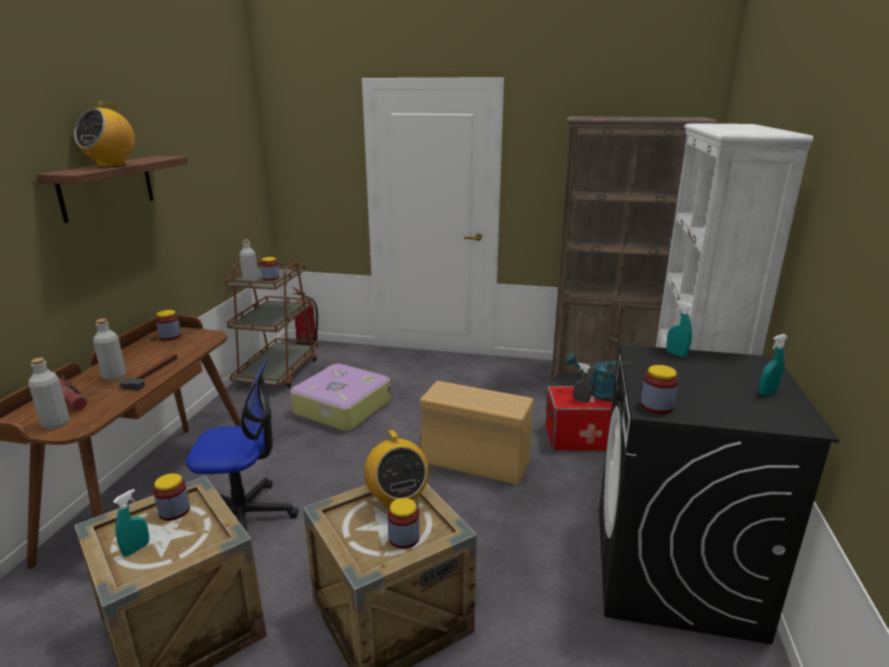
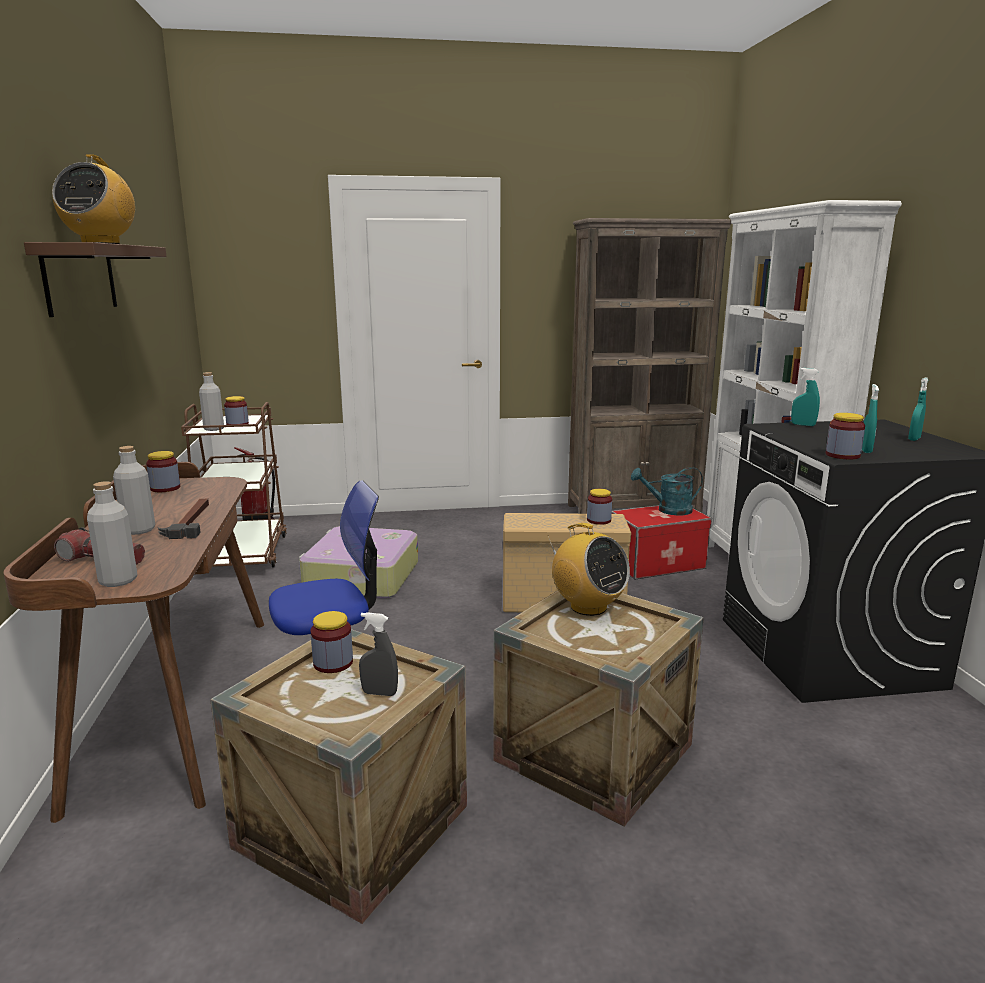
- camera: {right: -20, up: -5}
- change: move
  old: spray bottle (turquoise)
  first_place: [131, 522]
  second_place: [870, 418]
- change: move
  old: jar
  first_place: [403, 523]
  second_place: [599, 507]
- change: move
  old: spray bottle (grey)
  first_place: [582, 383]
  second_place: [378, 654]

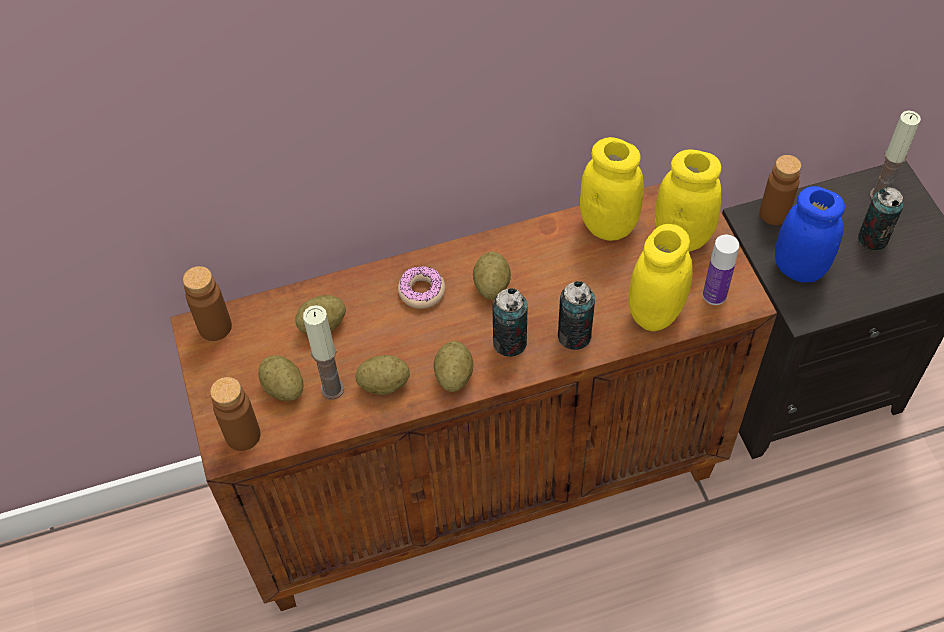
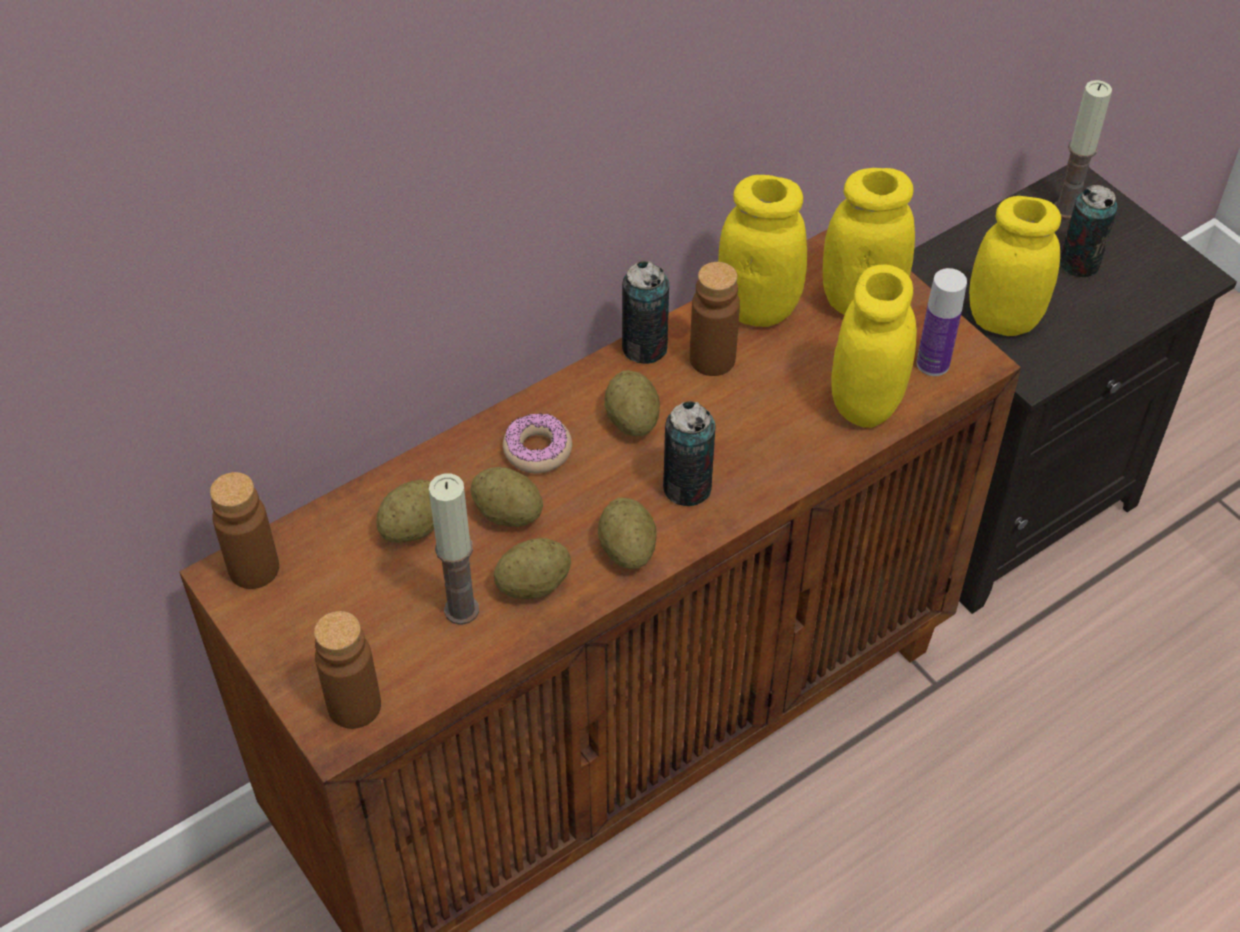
- camera: {right: -20, up: -5}
- change: move
  old: potato
  first_place: [280, 378]
  second_place: [507, 497]
- change: move
  old: can
  first_place: [576, 315]
  second_place: [645, 312]
- change: move
  old: bottle (brown)
  first_place: [780, 190]
  second_place: [715, 319]
- change: recolor
  old: jar (blue)
  new: jar (yellow)
  first_place: [810, 234]
  second_place: [1015, 266]

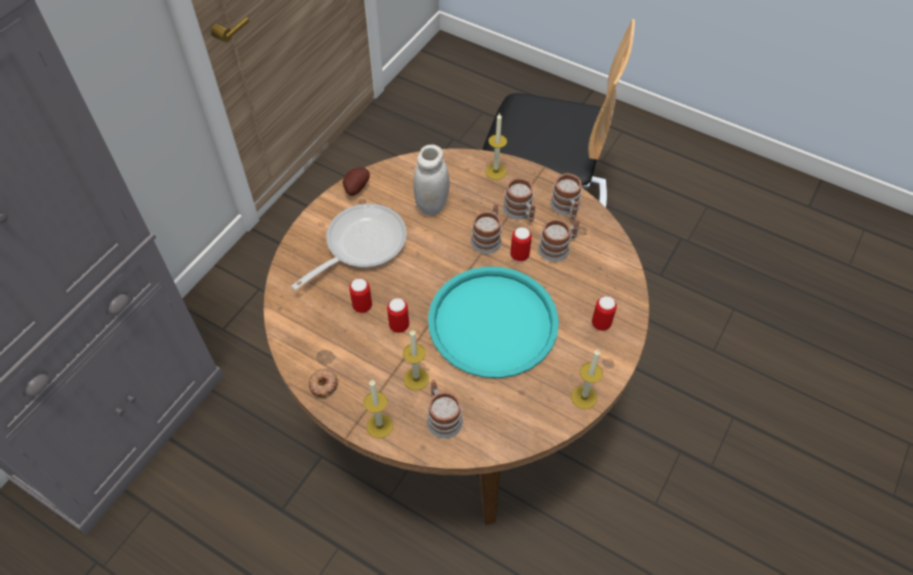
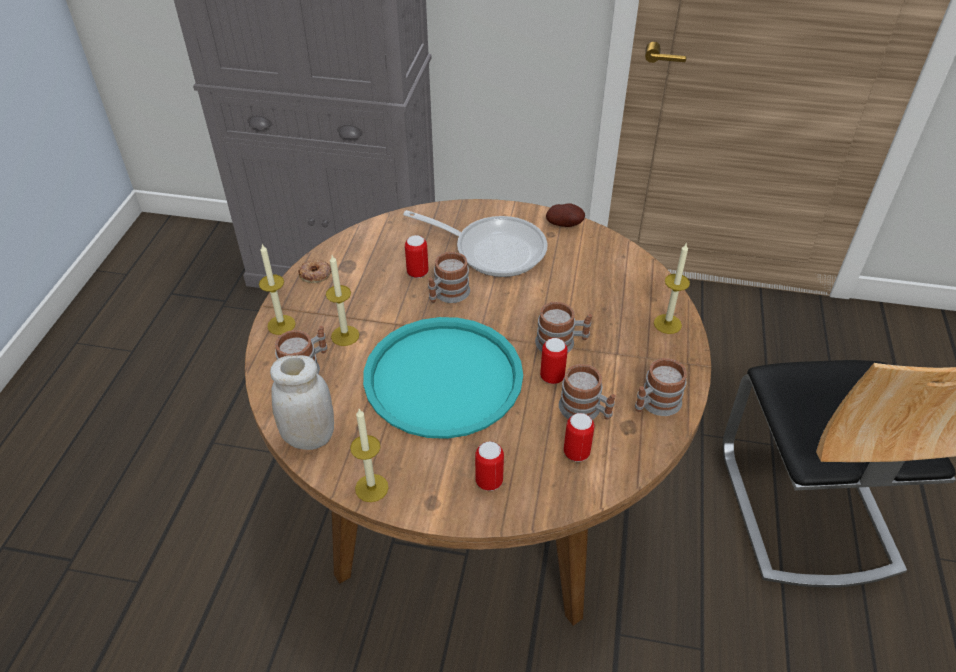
- camera: {right: 70, up: -10}
- change: move
  old: can
  first_place: [398, 315]
  second_place: [579, 437]
- change: move
  old: jar (white)
  first_place: [431, 180]
  second_place: [302, 402]
- change: move
  old: mug
  first_place: [519, 200]
  second_place: [449, 277]

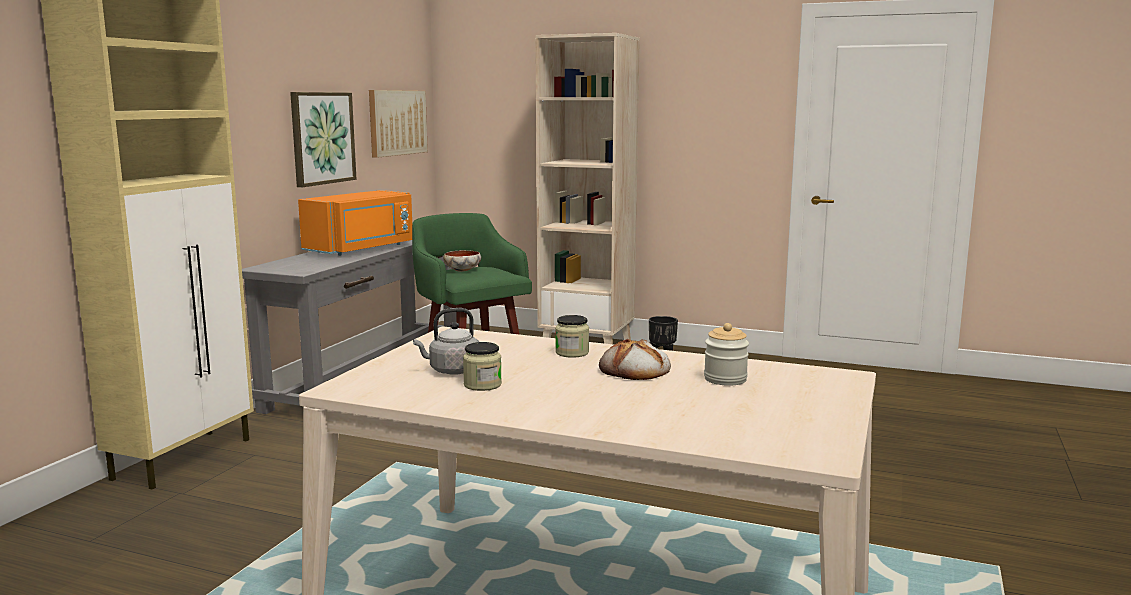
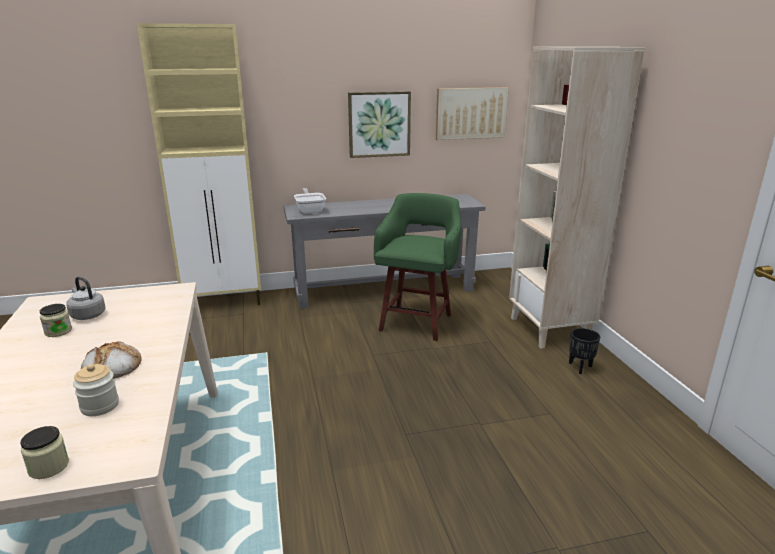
- camera: {right: 55, up: 10}
- change: delete
  old: microwave (orange)
  first_place: [355, 223]
- change: delete
  old: bowl
  first_place: [462, 261]
- change: insert
  new: frying pan
  second_place: [310, 201]
- change: move
  old: jar
  first_place: [572, 336]
  second_place: [44, 452]

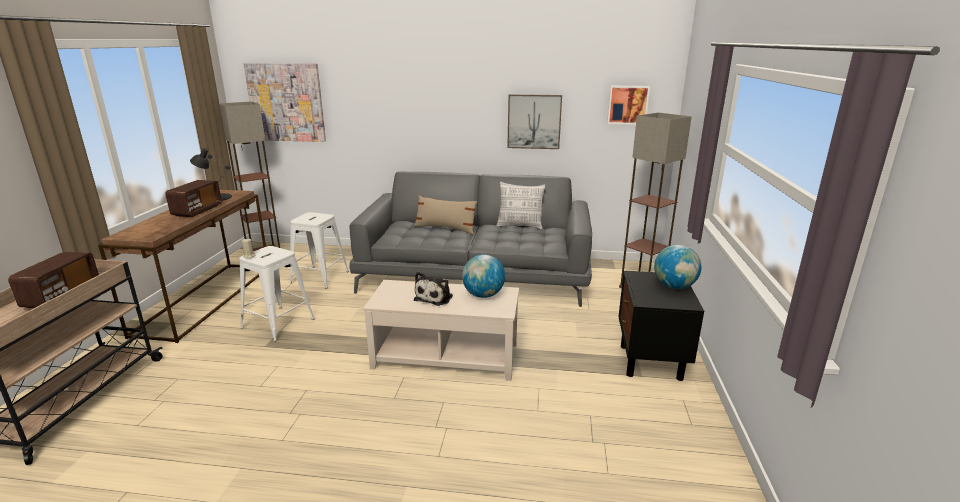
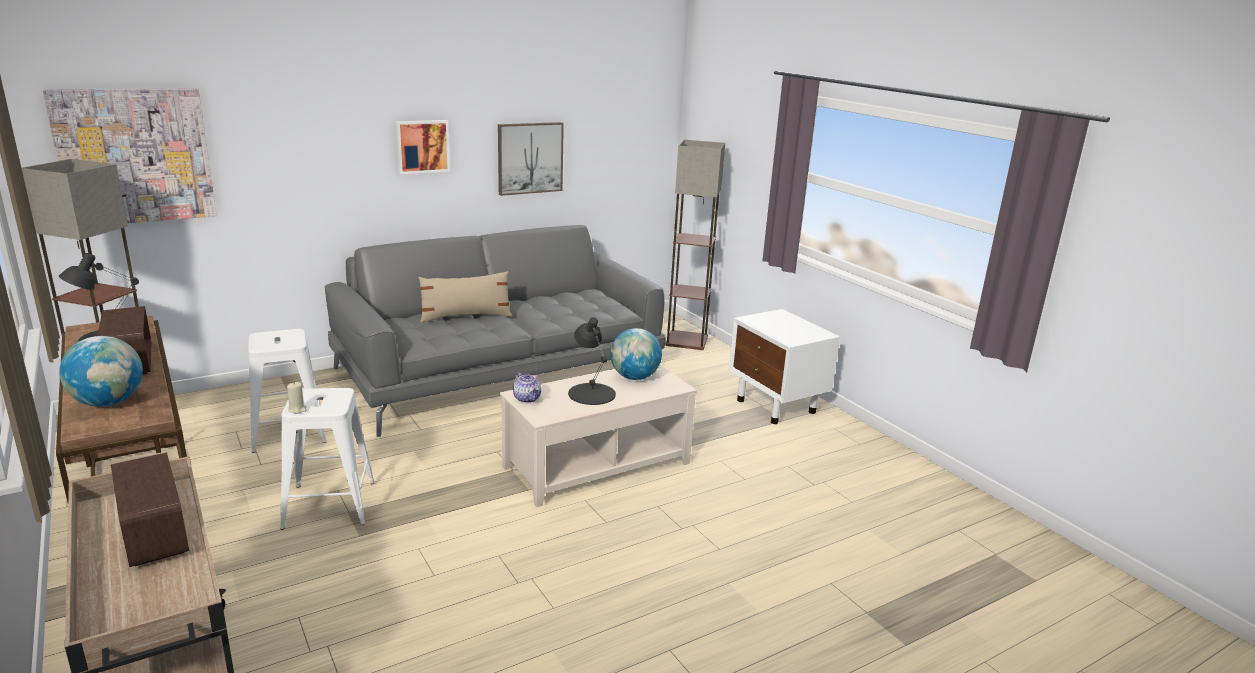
- camera: {right: -40, up: 0}
- change: delete
  old: pillow
  first_place: [521, 206]
- change: insert
  new: teapot
  second_place: [527, 387]
- change: move
  old: picture
  first_place: [628, 105]
  second_place: [423, 147]
- change: move
  old: globe
  first_place: [678, 267]
  second_place: [101, 371]
- change: replace
  old: plush toy
  new: table lamp (black)
  first_place: [433, 289]
  second_place: [592, 361]
- change: recolor
  old: nightstand (black)
  new: nightstand (white)
  first_place: [661, 326]
  second_place: [784, 366]

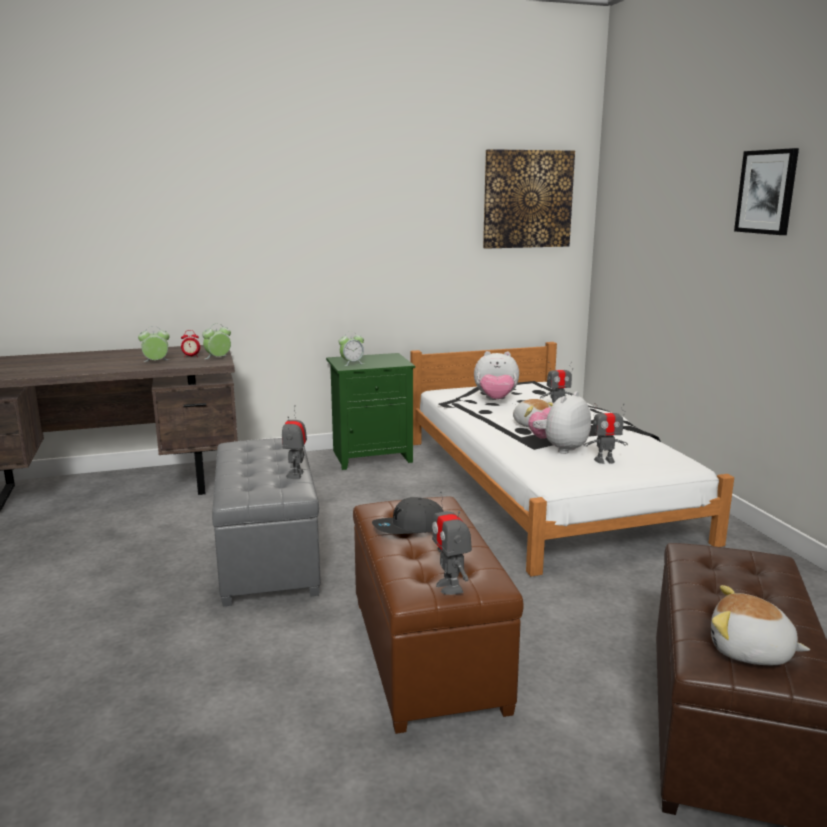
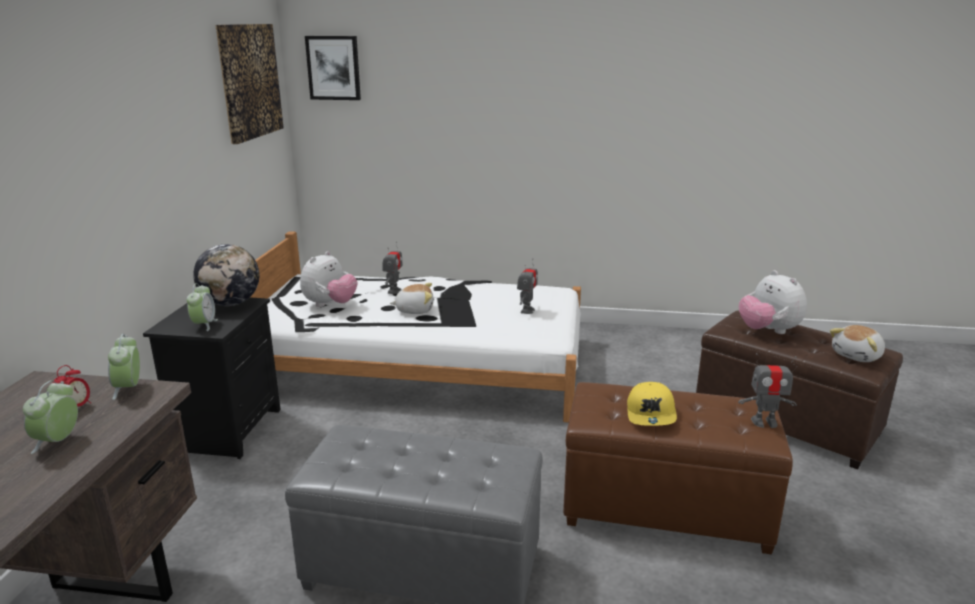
- camera: {right: -65, up: 5}
- change: delete
  old: toy robot
  first_place: [294, 442]
- change: insert
  new: globe
  second_place: [226, 275]
- change: move
  old: plush toy
  first_place: [559, 422]
  second_place: [773, 302]
- change: move
  old: picture
  first_place: [766, 191]
  second_place: [333, 68]
- change: recolor
  old: nightstand (green)
  new: nightstand (black)
  first_place: [370, 411]
  second_place: [212, 378]
- change: recolor
  old: cap (grey)
  new: cap (yellow)
  first_place: [408, 515]
  second_place: [652, 404]

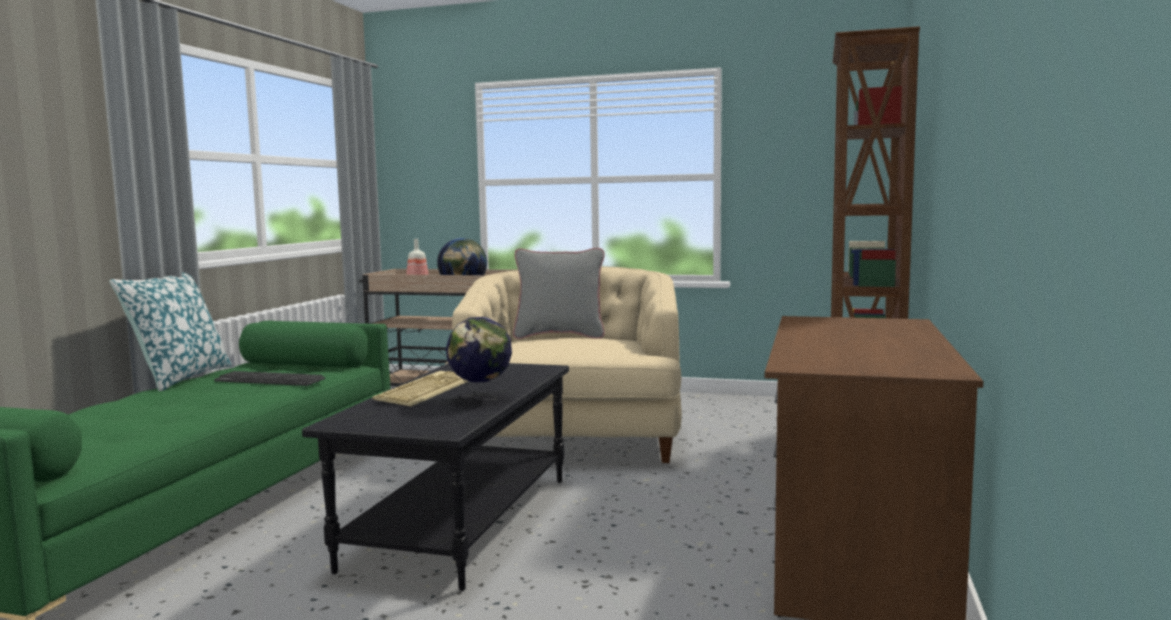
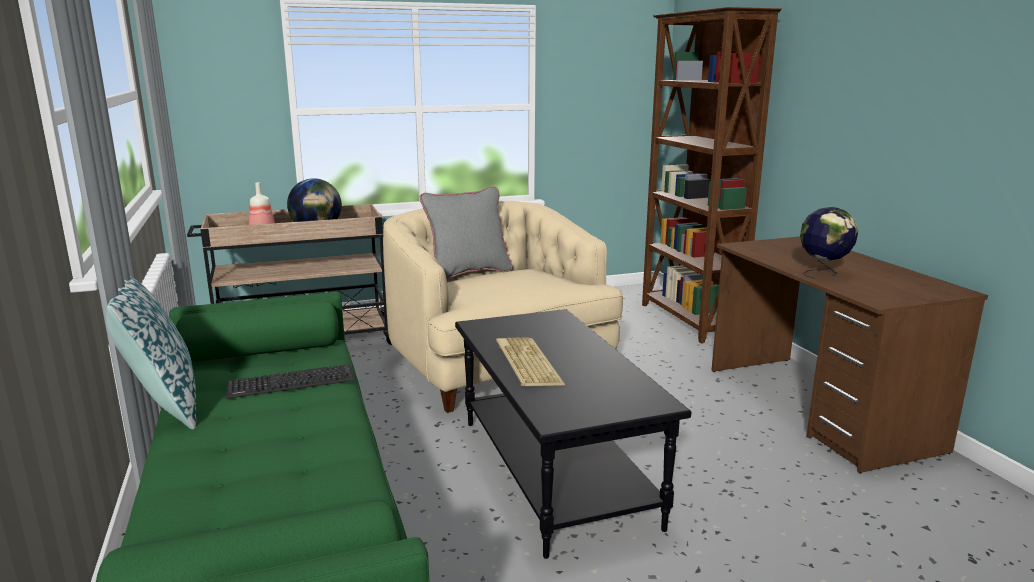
- camera: {right: -35, up: 10}
- change: move
  old: globe
  first_place: [479, 359]
  second_place: [829, 243]

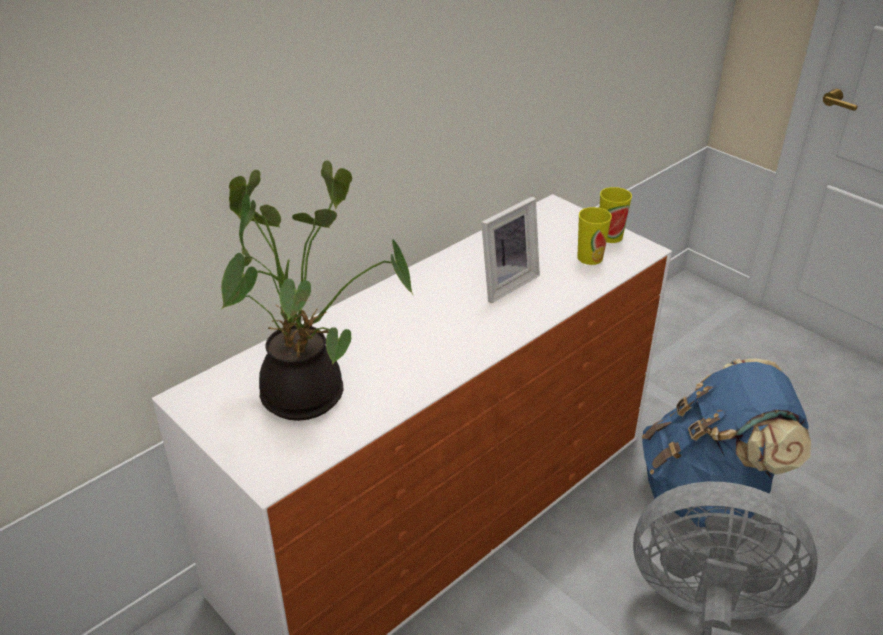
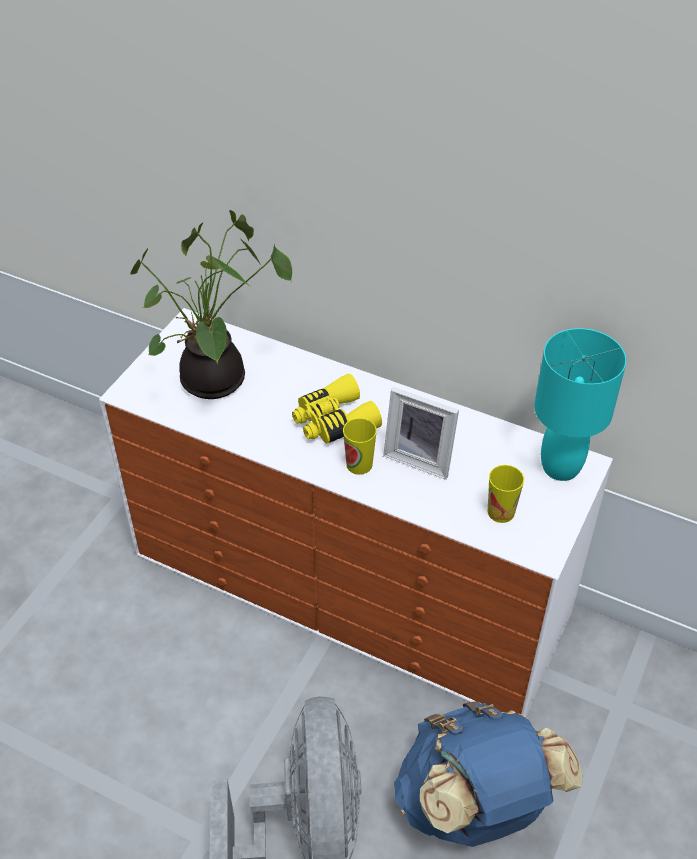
- camera: {right: 70, up: 10}
- change: insert
  new: binoculars (yellow)
  second_place: [337, 409]
- change: insert
  new: table lamp (turquoise)
  second_place: [580, 404]
- change: move
  old: cup
  first_place: [616, 215]
  second_place: [360, 446]

